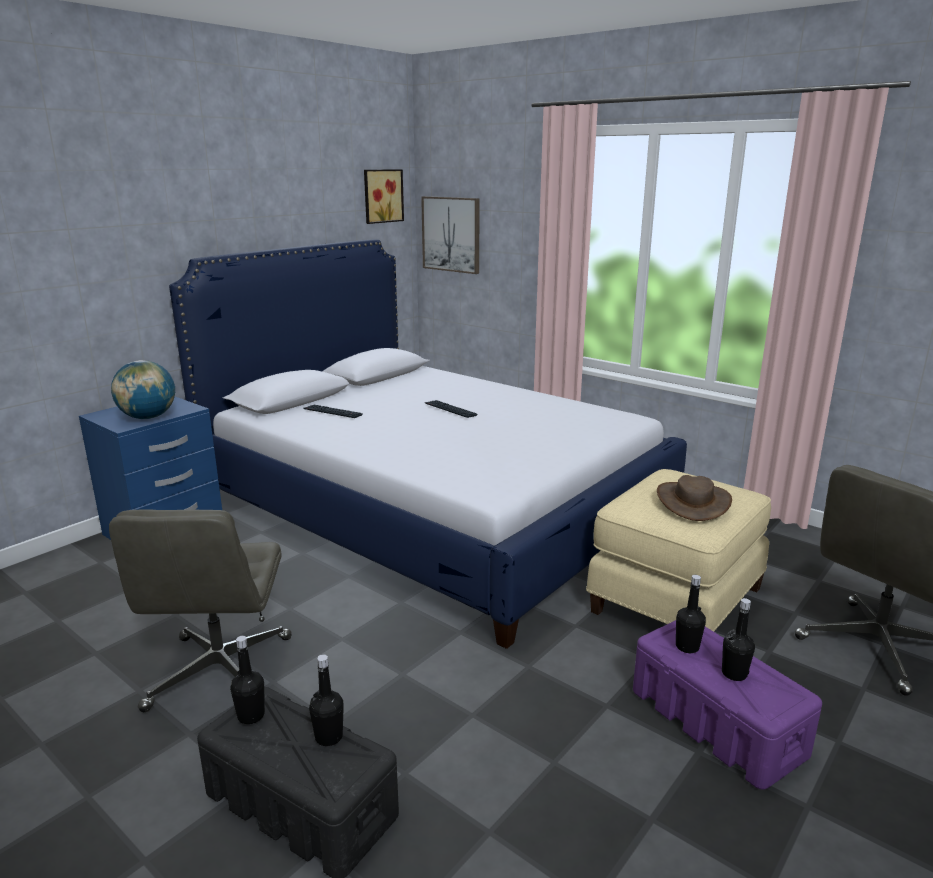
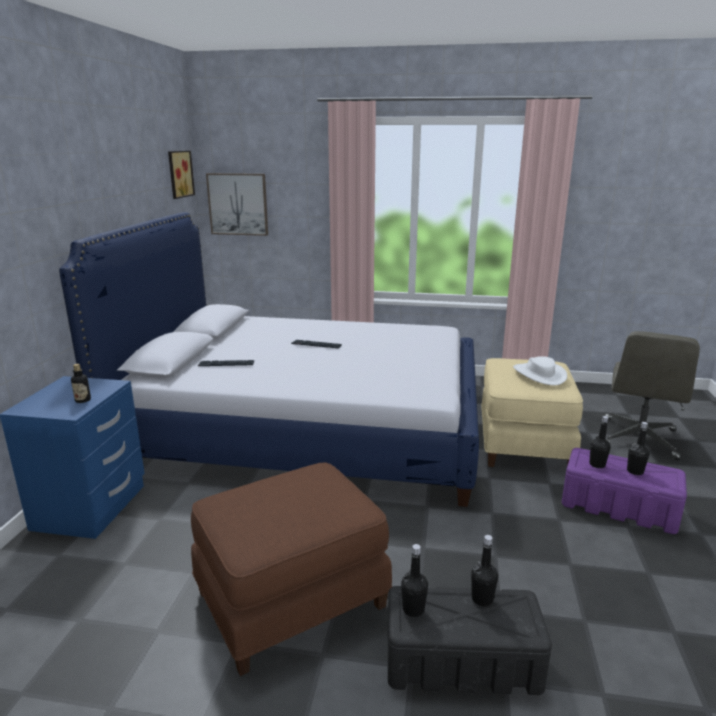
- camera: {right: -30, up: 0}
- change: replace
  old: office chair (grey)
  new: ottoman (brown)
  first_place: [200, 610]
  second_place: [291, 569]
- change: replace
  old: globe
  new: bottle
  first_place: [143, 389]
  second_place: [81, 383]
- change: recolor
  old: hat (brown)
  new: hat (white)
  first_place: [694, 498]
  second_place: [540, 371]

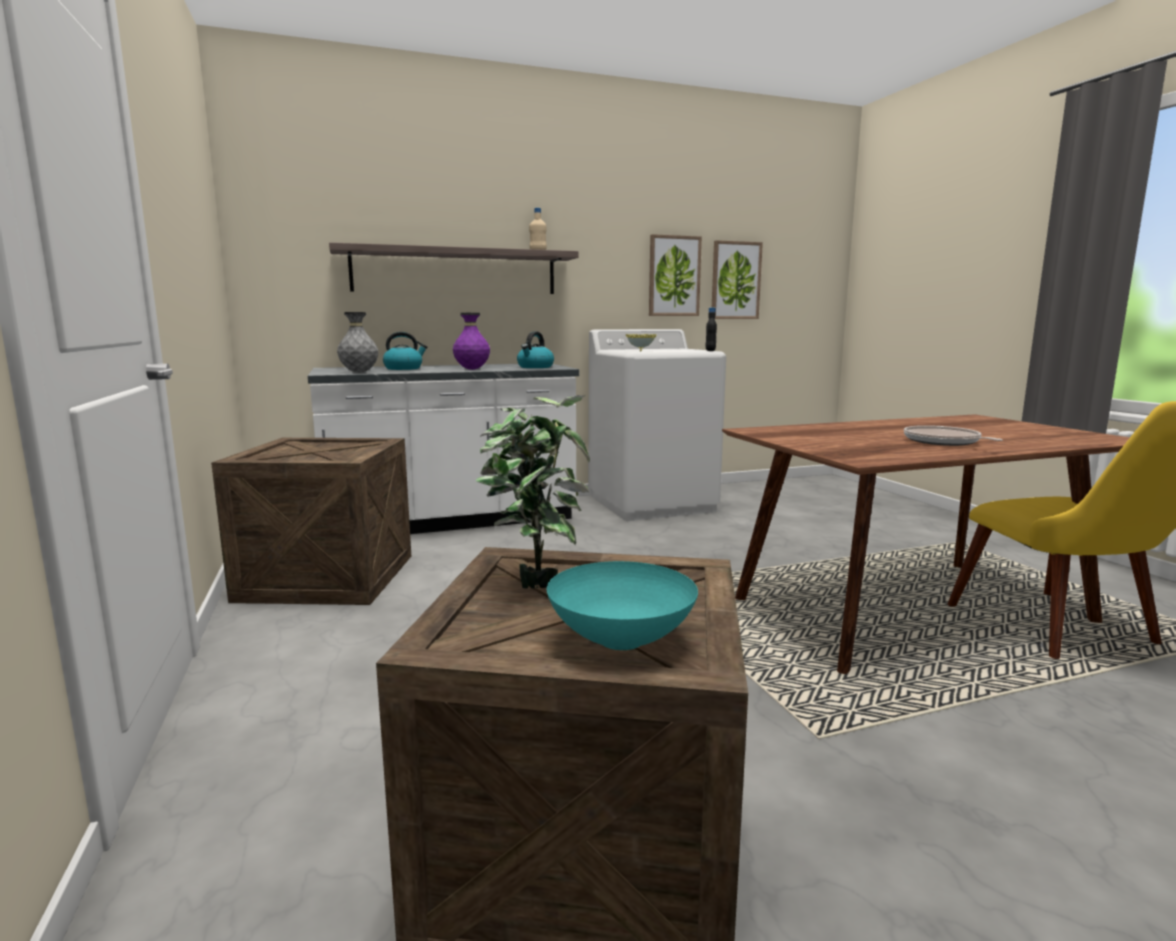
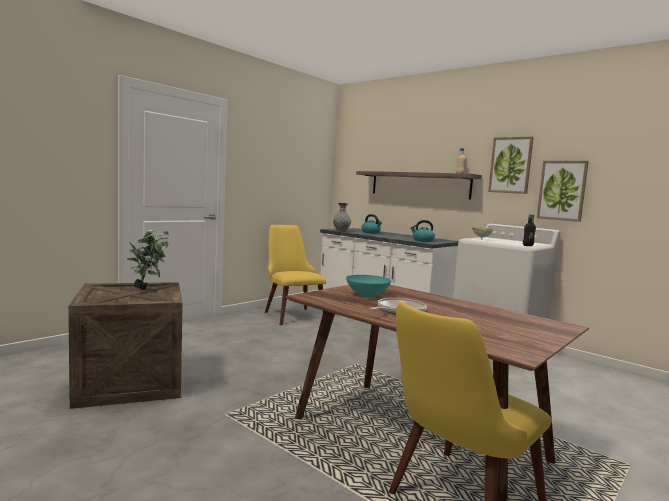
- camera: {right: 60, up: -5}
- change: delete
  old: vase (purple)
  first_place: [471, 341]
- change: move
  old: bowl (turquoise)
  first_place: [622, 605]
  second_place: [368, 286]
- change: move
  old: picture
  first_place: [737, 279]
  second_place: [511, 165]
- change: replace
  old: crate
  new: chair (yellow)
  first_place: [311, 521]
  second_place: [295, 275]

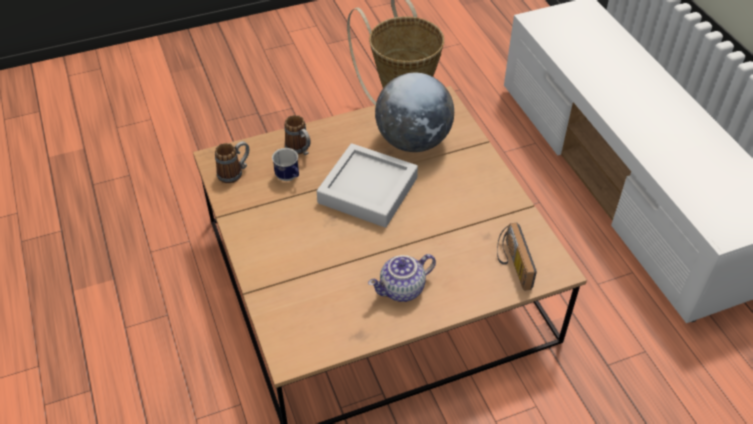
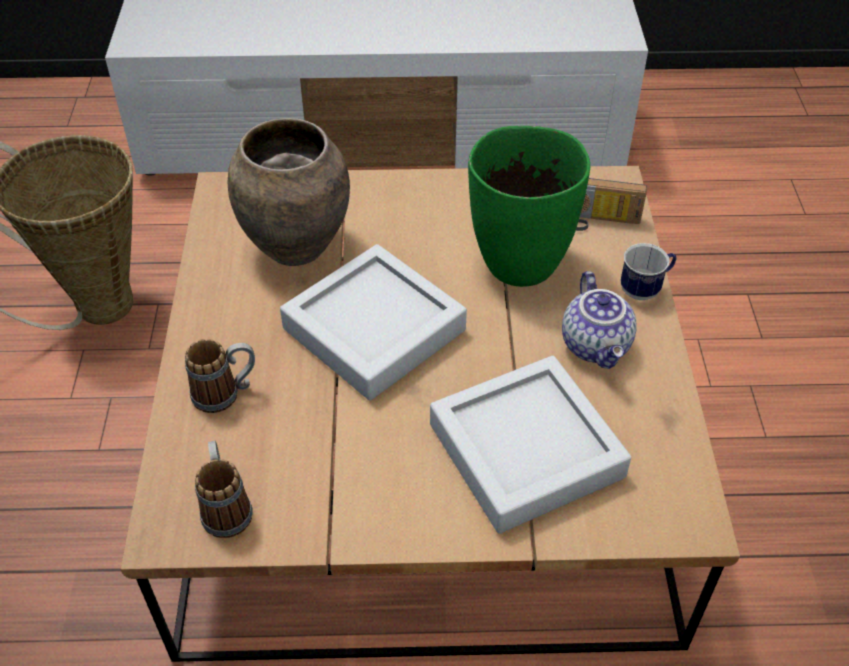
- camera: {right: -70, up: 0}
- change: insert
  new: tray (grey)
  second_place: [530, 445]
- change: insert
  new: vase (green)
  second_place: [529, 206]
- change: move
  old: mug
  first_place: [285, 164]
  second_place: [648, 271]
- change: replace
  old: globe
  new: vase (brown)
  first_place: [414, 112]
  second_place: [289, 192]

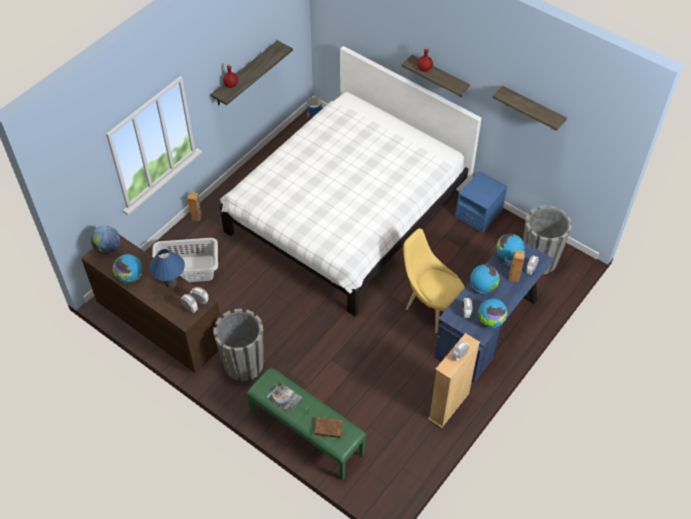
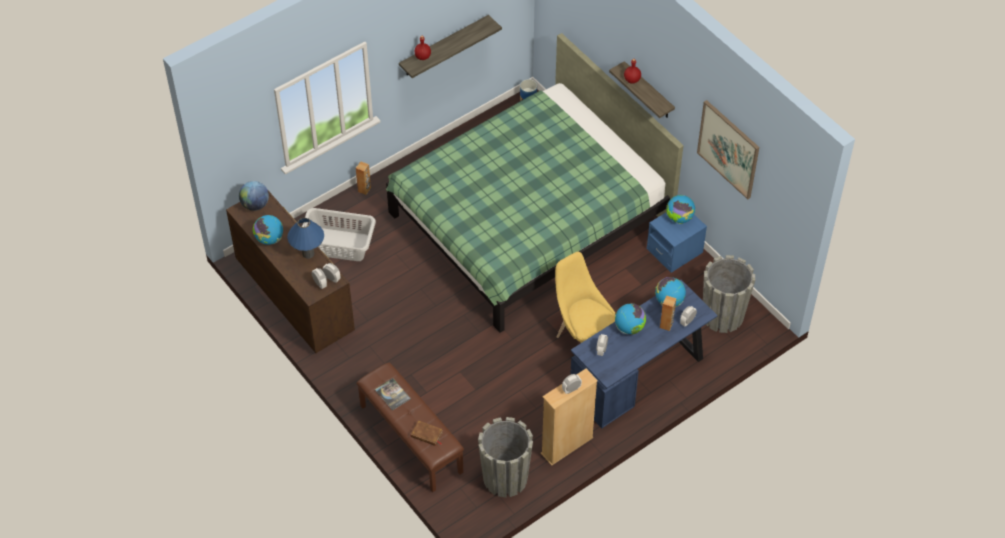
- camera: {right: 15, up: 0}
- change: move
  old: planter (grey)
  first_place: [238, 345]
  second_place: [505, 457]
- change: move
  old: globe
  first_place: [492, 313]
  second_place: [681, 209]
- change: replace
  old: shelf
  new: picture
  first_place: [530, 108]
  second_place: [728, 149]
- change: recolor
  old: bed (white)
  new: bed (green)
  first_place: [351, 181]
  second_place: [534, 183]
- change: recolor
  old: bench (green)
  new: bench (brown)
  first_place: [306, 424]
  second_place: [410, 427]

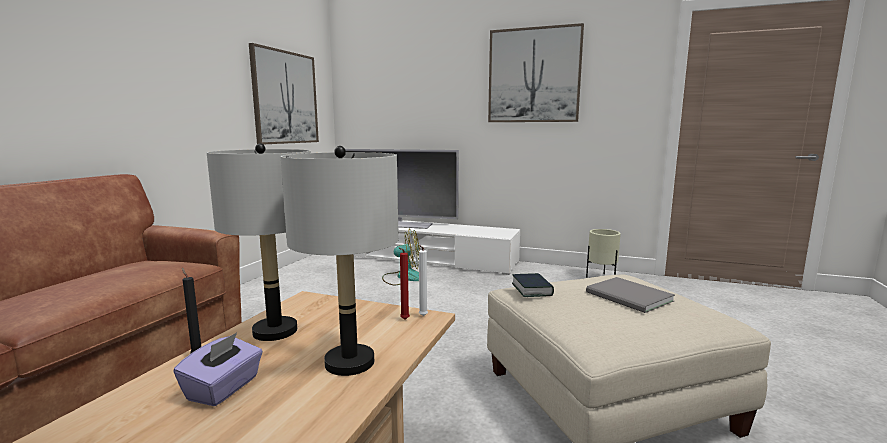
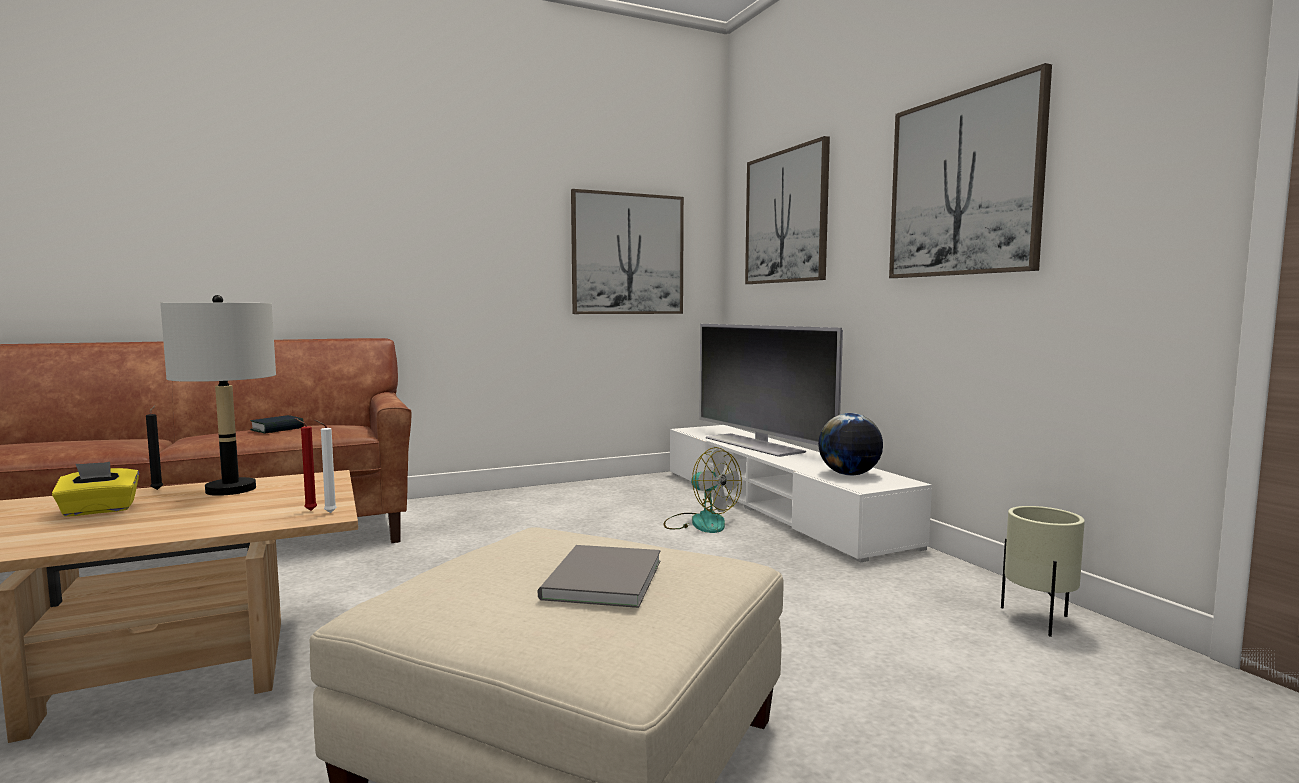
- camera: {right: 45, up: -5}
- change: delete
  old: table lamp (grey)
  first_place: [340, 261]
- change: insert
  new: picture
  second_place: [787, 210]
- change: insert
  new: globe
  second_place: [850, 444]
- change: move
  old: book
  first_place: [533, 285]
  second_place: [277, 424]
- change: recolor
  old: tissue box (purple)
  new: tissue box (yellow)
  first_place: [218, 369]
  second_place: [95, 489]

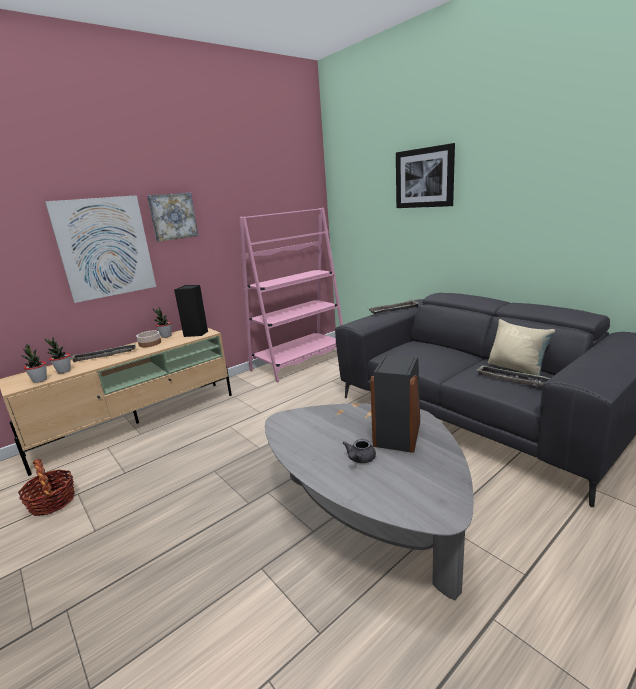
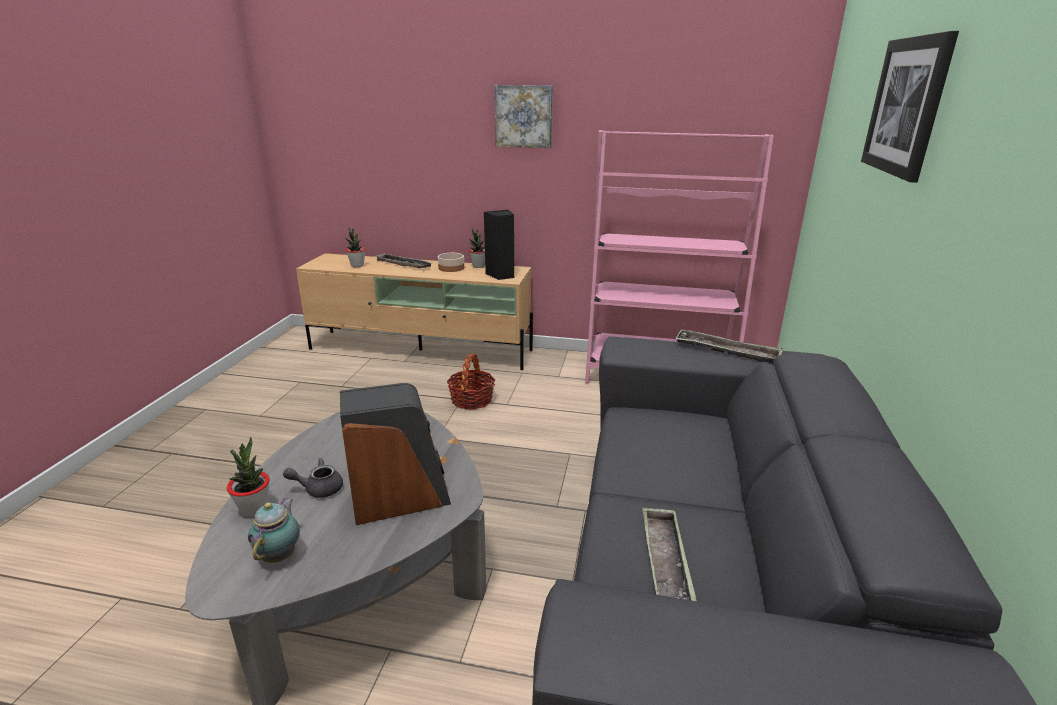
- camera: {right: 50, up: 5}
- change: delete
  old: picture
  first_place: [100, 249]
- change: delete
  old: pillow (beige)
  first_place: [521, 347]
- change: insert
  new: teapot
  second_place: [274, 530]
- change: move
  old: basket
  first_place: [46, 487]
  second_place: [471, 381]
- change: move
  old: potted plant
  first_place: [34, 363]
  second_place: [248, 477]

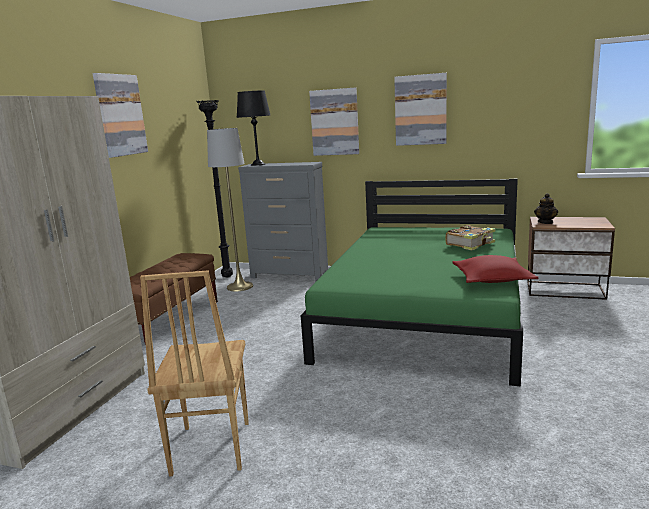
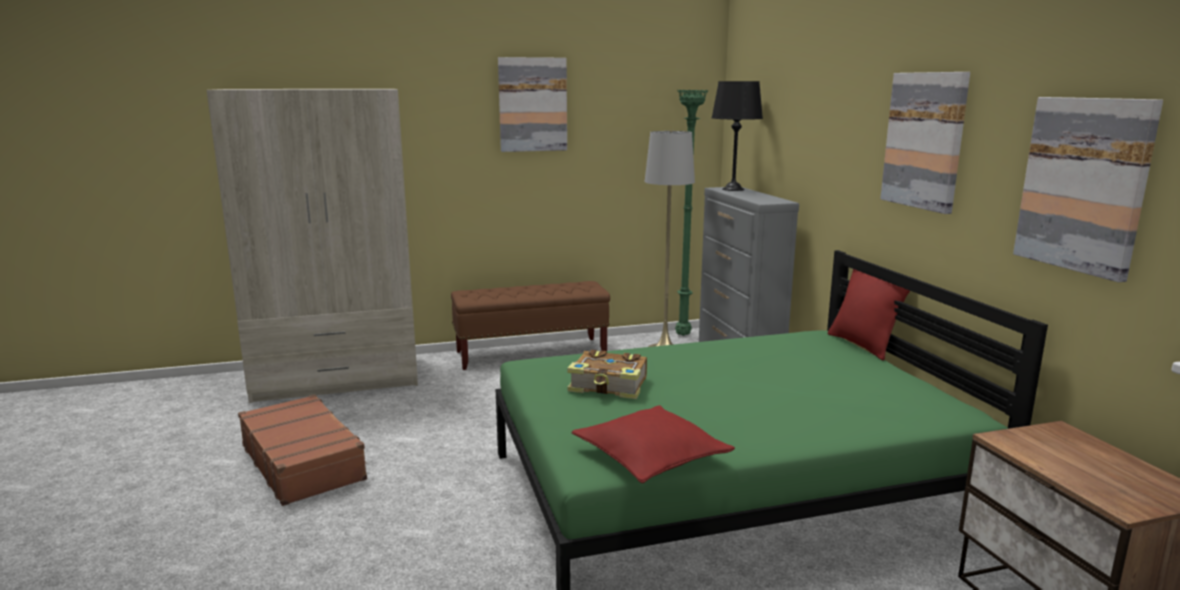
- camera: {right: 55, up: 0}
- change: delete
  old: teapot
  first_place: [546, 208]
- change: insert
  new: pillow (red)
  second_place: [869, 315]
- change: move
  old: picture
  first_place: [334, 121]
  second_place: [1088, 189]
- change: move
  old: book
  first_place: [471, 237]
  second_place: [607, 374]
- change: replace
  old: chair (brown)
  new: suitcase (brown)
  first_place: [194, 373]
  second_place: [303, 450]
- change: recolor
  old: floor lamp (black)
  new: floor lamp (green)
  first_place: [215, 189]
  second_place: [691, 212]

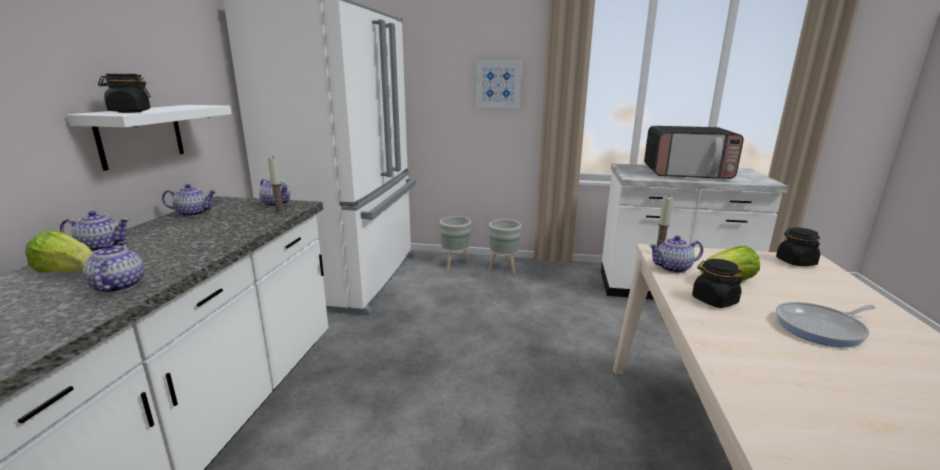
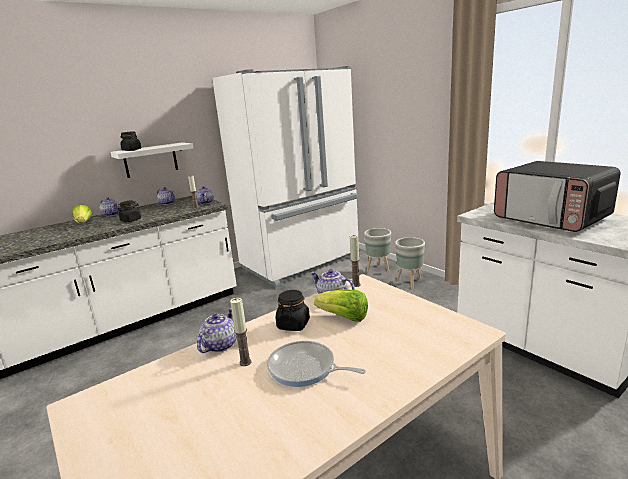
- camera: {right: 45, up: 0}
- change: delete
  old: picture
  first_place: [499, 84]
- change: insert
  new: candle
  second_place: [241, 332]
- change: move
  old: teapot
  first_place: [113, 267]
  second_place: [217, 330]
- change: move
  old: jar (black)
  first_place: [798, 246]
  second_place: [129, 211]

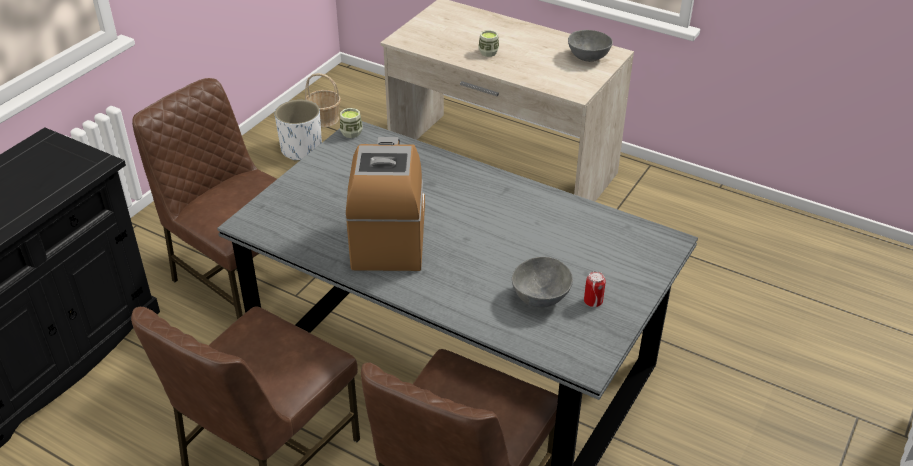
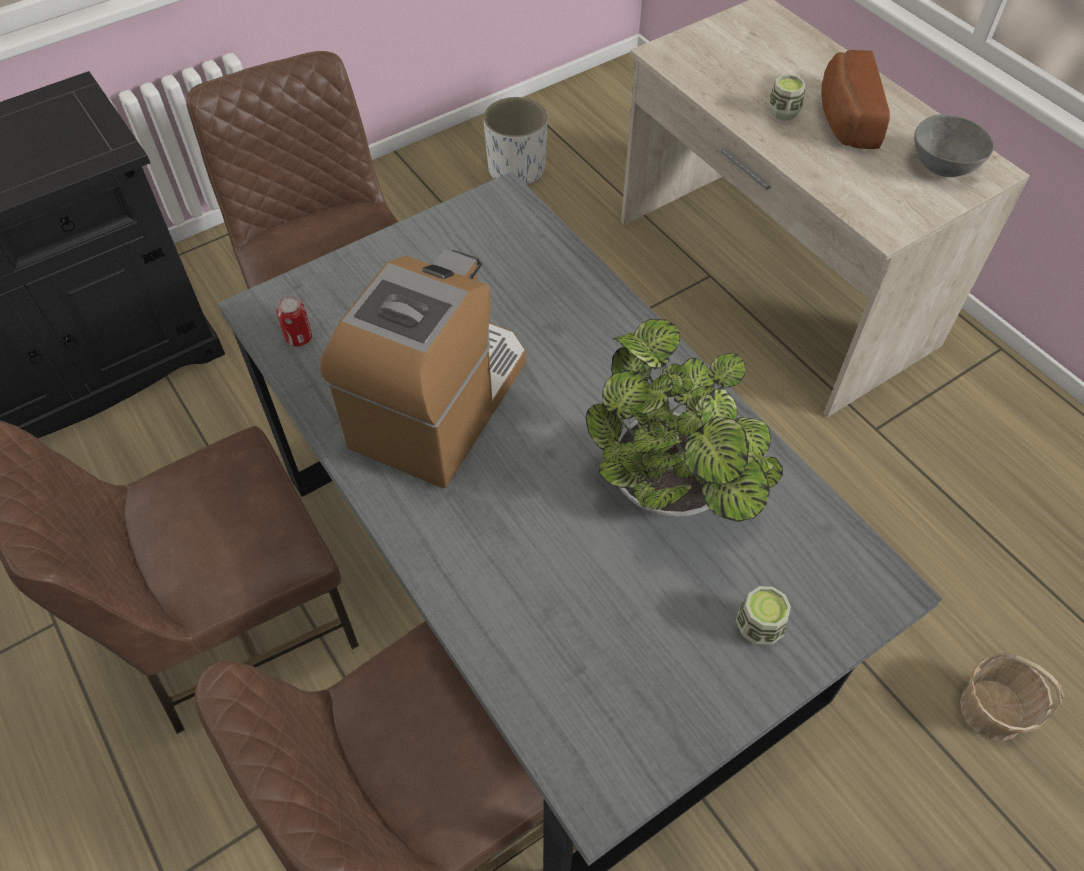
- camera: {right: 25, up: 15}
- change: delete
  old: bowl (grey)
  first_place: [542, 282]
- change: insert
  new: potted plant
  second_place: [684, 420]
- change: insert
  new: bread
  second_place: [856, 99]
- change: move
  old: basket
  first_place: [323, 100]
  second_place: [1012, 697]
- change: move
  old: cup
  first_place: [351, 123]
  second_place: [763, 615]
- change: move
  old: can
  first_place: [595, 289]
  second_place: [294, 321]

